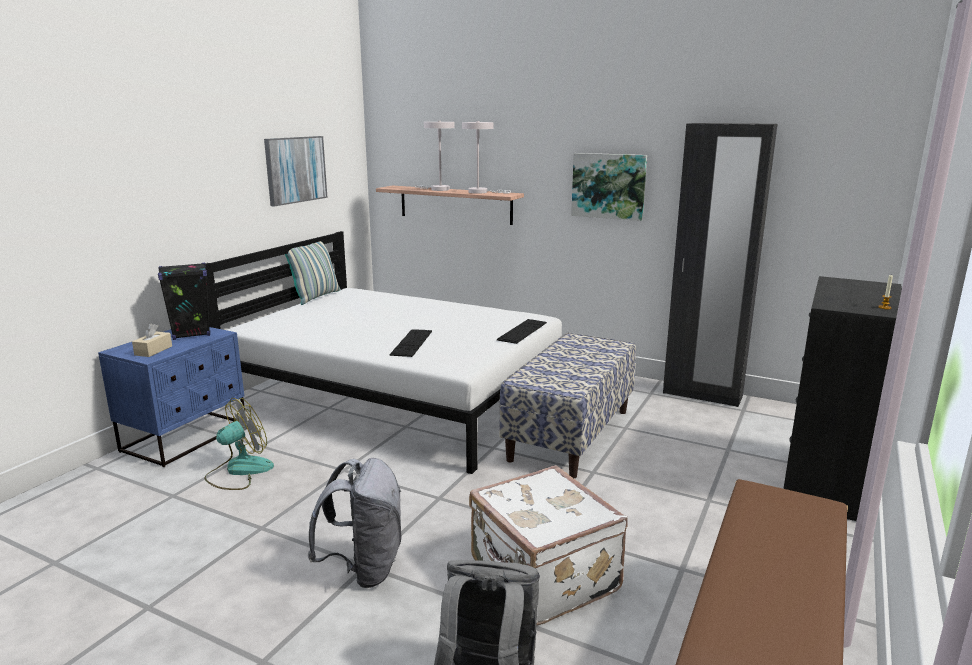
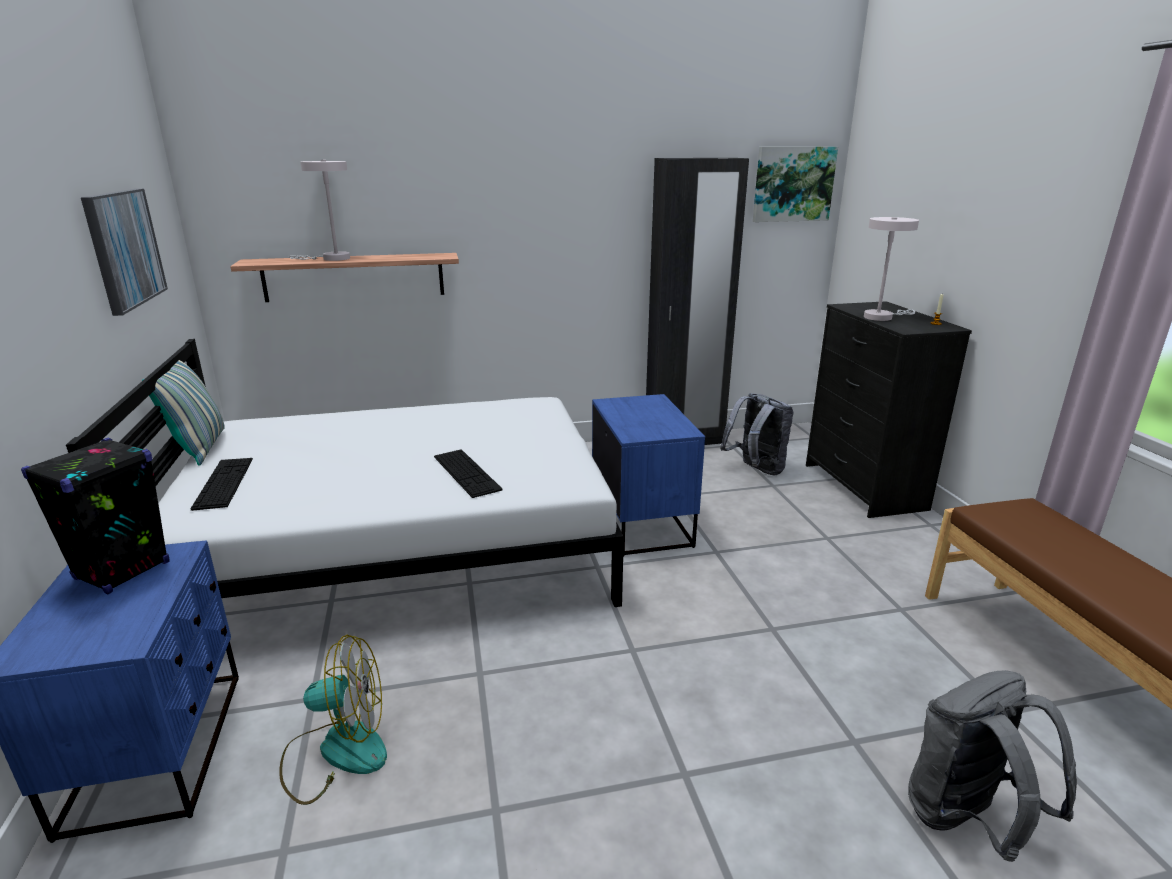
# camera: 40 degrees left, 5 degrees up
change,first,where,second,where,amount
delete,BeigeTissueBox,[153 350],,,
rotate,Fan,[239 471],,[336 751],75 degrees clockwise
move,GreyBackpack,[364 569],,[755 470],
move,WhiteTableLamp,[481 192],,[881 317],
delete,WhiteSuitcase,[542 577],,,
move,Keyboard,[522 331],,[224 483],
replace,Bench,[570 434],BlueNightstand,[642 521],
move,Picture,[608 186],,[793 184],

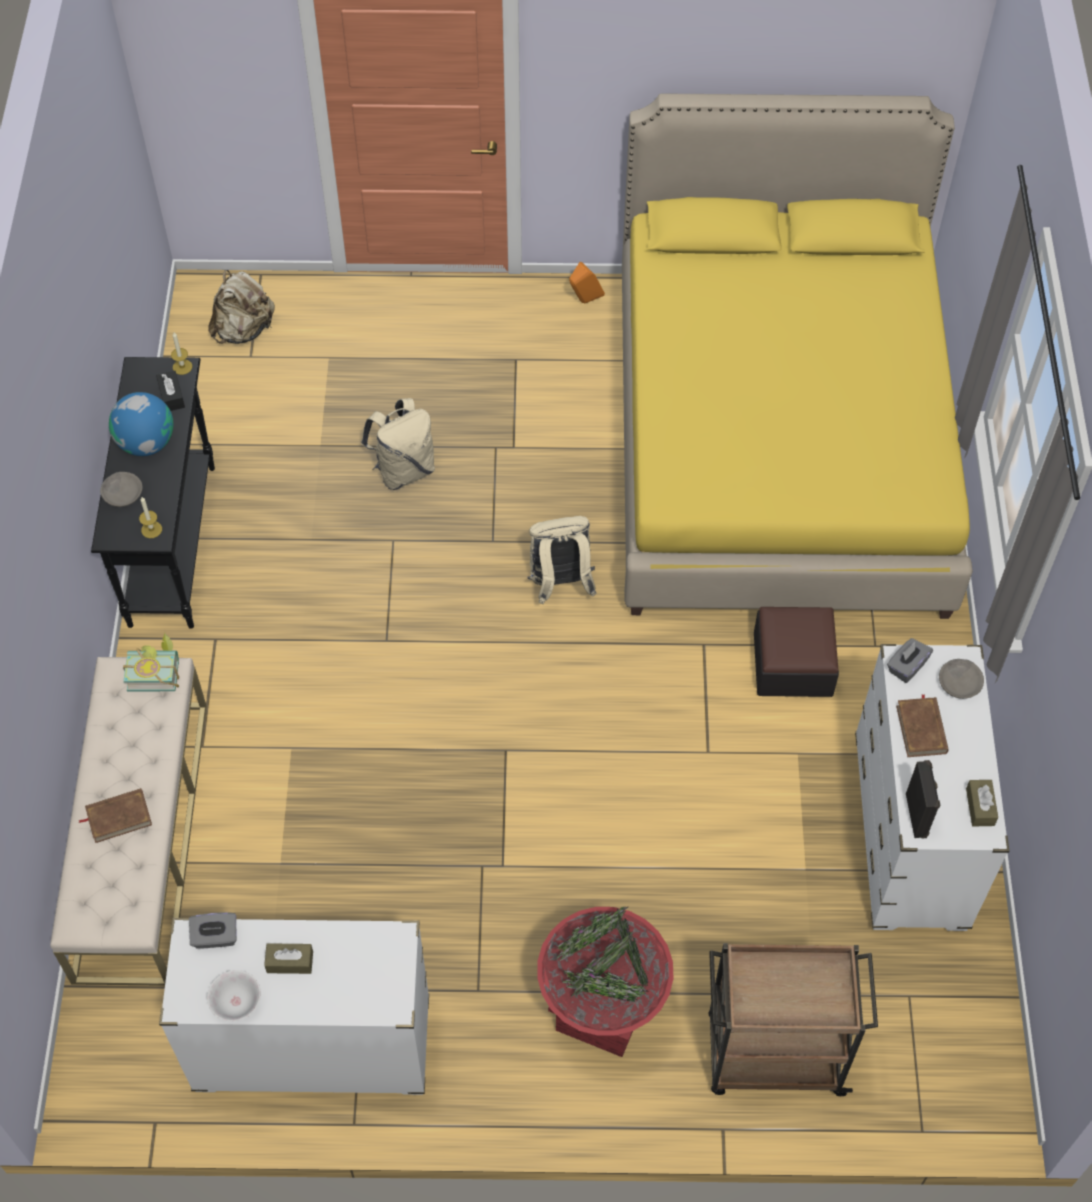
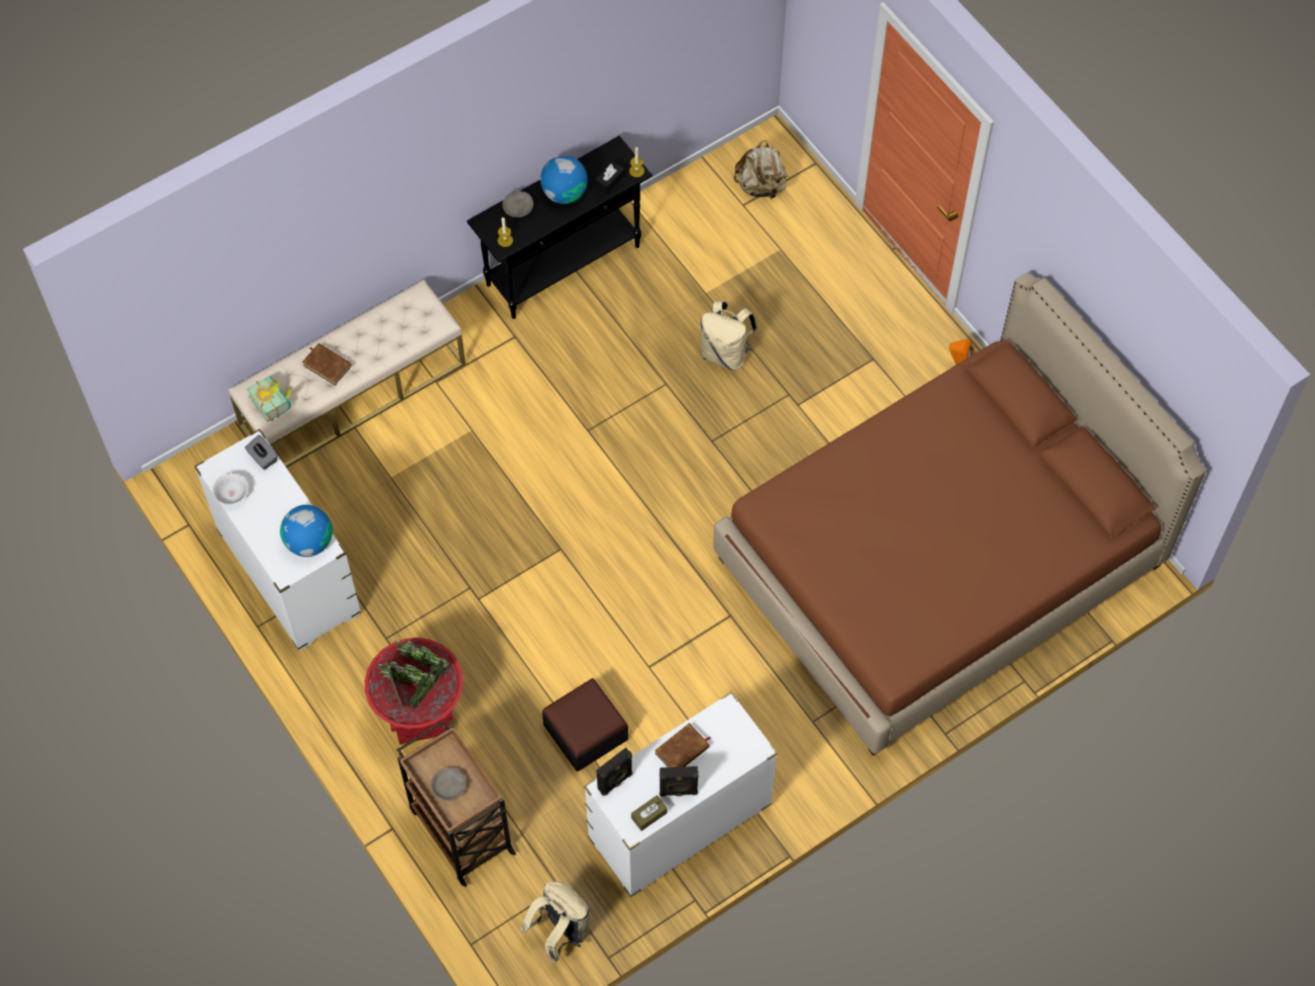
# camera: 55 degrees right, 5 degrees up
change,first,where,second,where,amount
move,Book,[154 671],,[274 401],
delete,BrownTissueBox,[290 962],,,
move,BeigeBackpack,[560 584],,[560 931],
recolor,YellowBed,[777 440],BrownBed,[939 562],
move,Ottoman,[792 664],,[585 732],
delete,GreyTissueBox,[906 667],,,
move,GreyBowl,[959 682],,[449 786],
insert,,,Globe,[309 542],
insert,,,BlackSpeaker,[678 791],

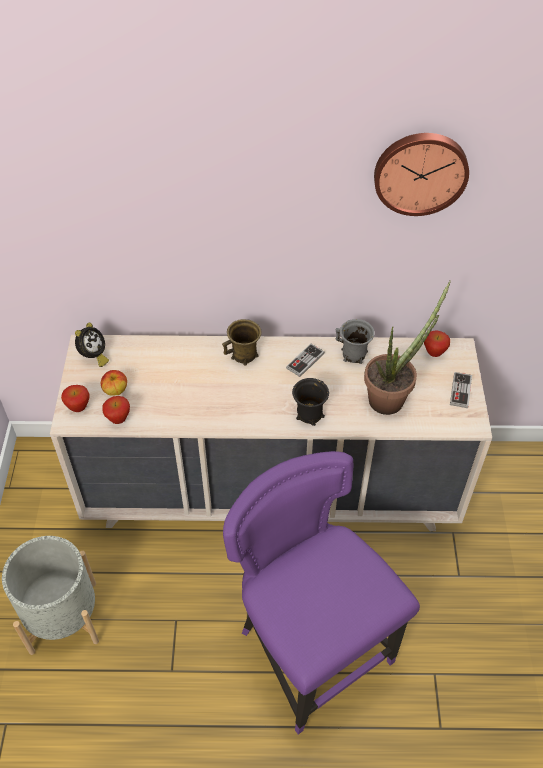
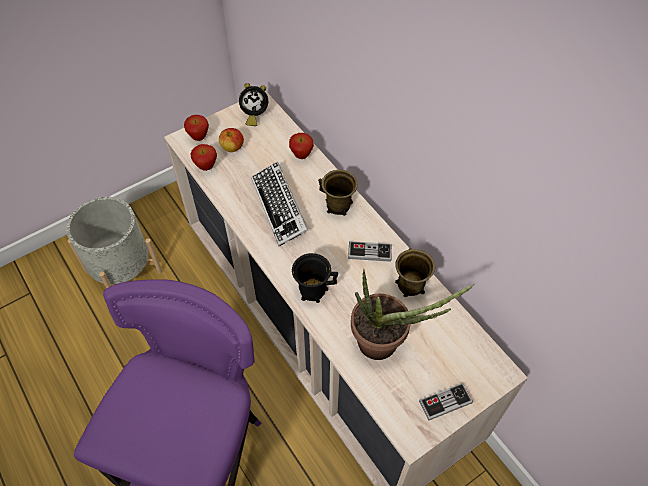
# camera: 55 degrees right, 5 degrees up
change,first,where,second,where,amount
recolor,GreyMug,[353 355],BrownMug,[410 285],
delete,WallClock,[420 172],,,
move,Apple,[434 353],,[301 155],
insert,,,Keyboard,[279 207],

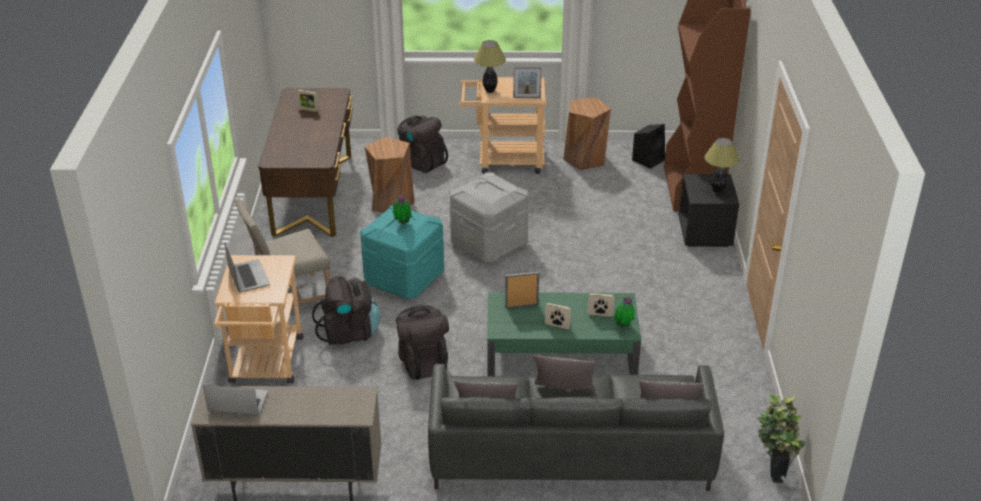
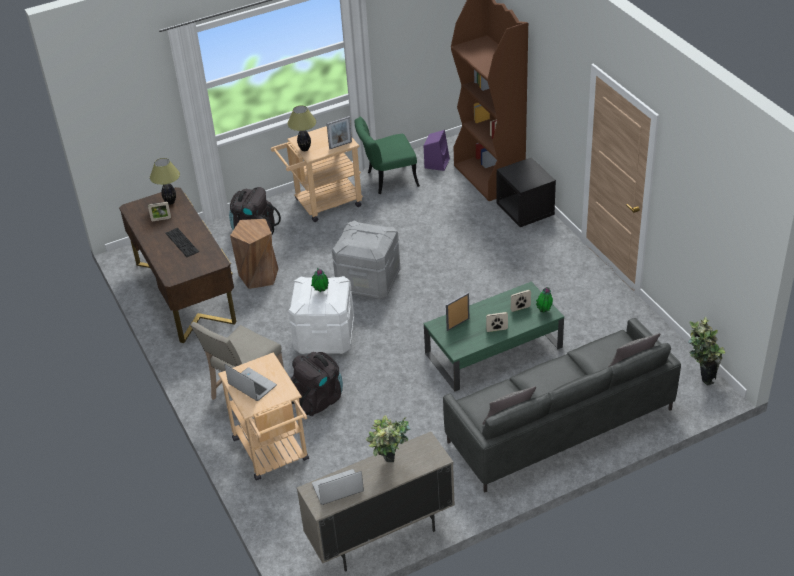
# camera: 25 degrees left, 5 degrees up
change,first,where,second,where,amount
recolor,TurquoiseStorageBox,[404 278],WhiteStorageBox,[324 337],
delete,BlackBackpack,[423 362],,,
delete,Pillow,[563 393],,,
replace,BrownStool,[585 159],GreenChair,[387 180],
recolor,BlackSpeaker,[648 159],PurpleSpeaker,[437 163],
move,TableLamp,[717 190],,[170 202],
insert,,,Keyboard,[182 242],
insert,,,PottedPlant,[390 469],

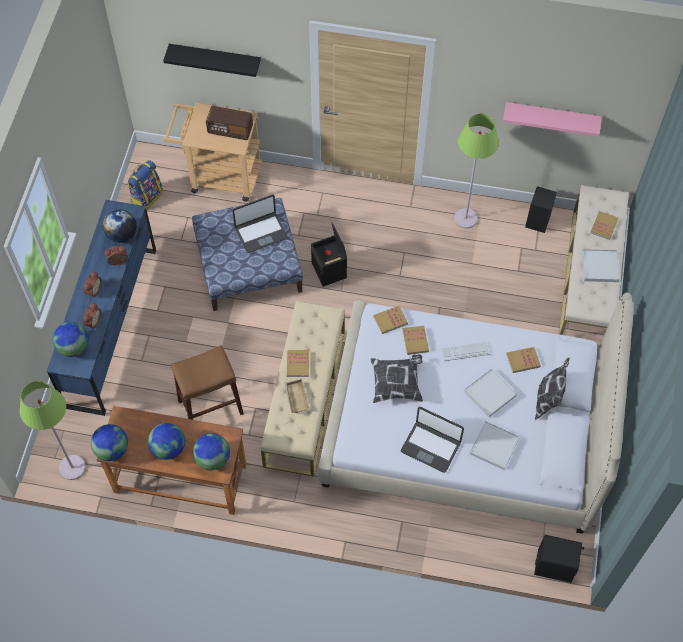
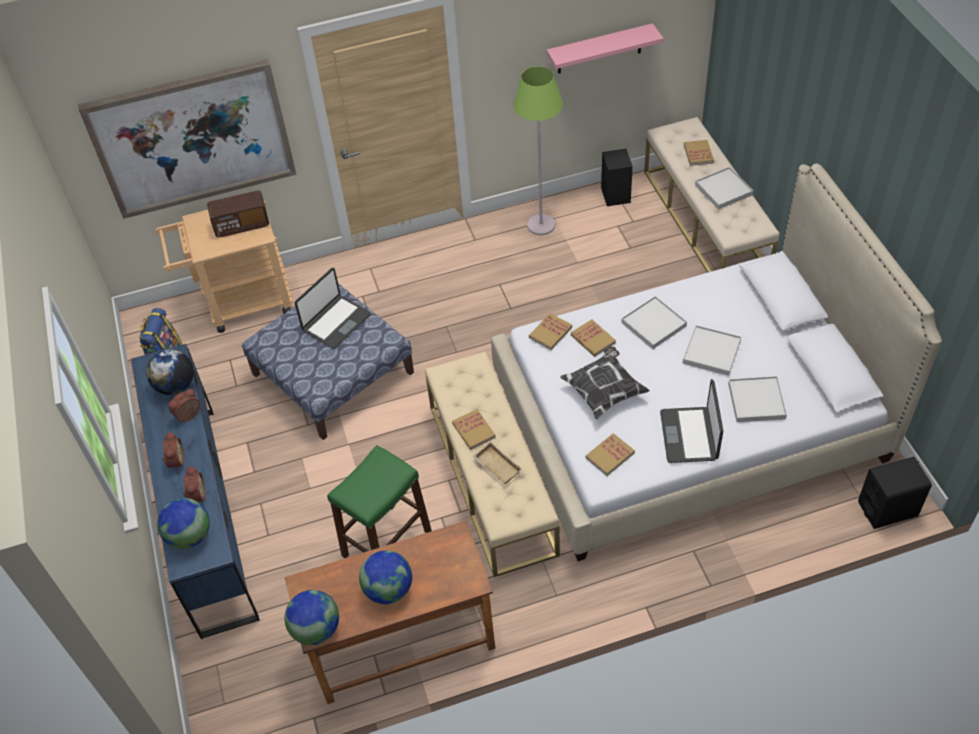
# camera: 25 degrees left, 10 degrees down
change,first,where,second,where,amount
delete,GreenFloorLamp,[72 467],,,
replace,BlackShelf,[215 59],Picture,[192 138],
recolor,BrownStool,[210 407],GreenStool,[387 543],
delete,Globe,[213 458],,,
delete,BlackStorageBox,[329 271],,,
rotate,Laptop,[431 446],,[689 435],90 degrees clockwise
replace,Keyboard,[465 351],WhiteTray,[653 324],
move,Book,[523 360],,[610 455],
delete,Pillow,[548 399],,,

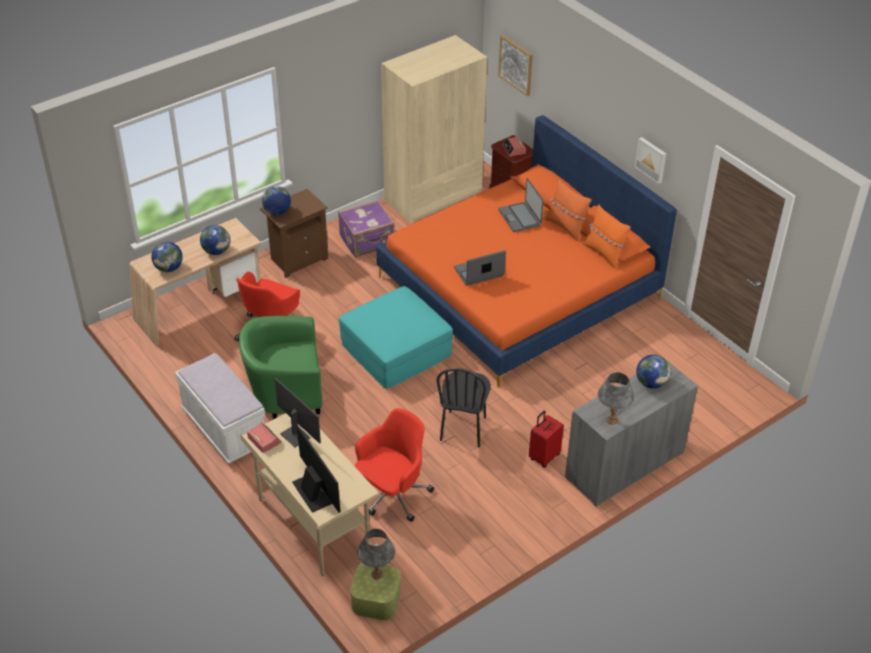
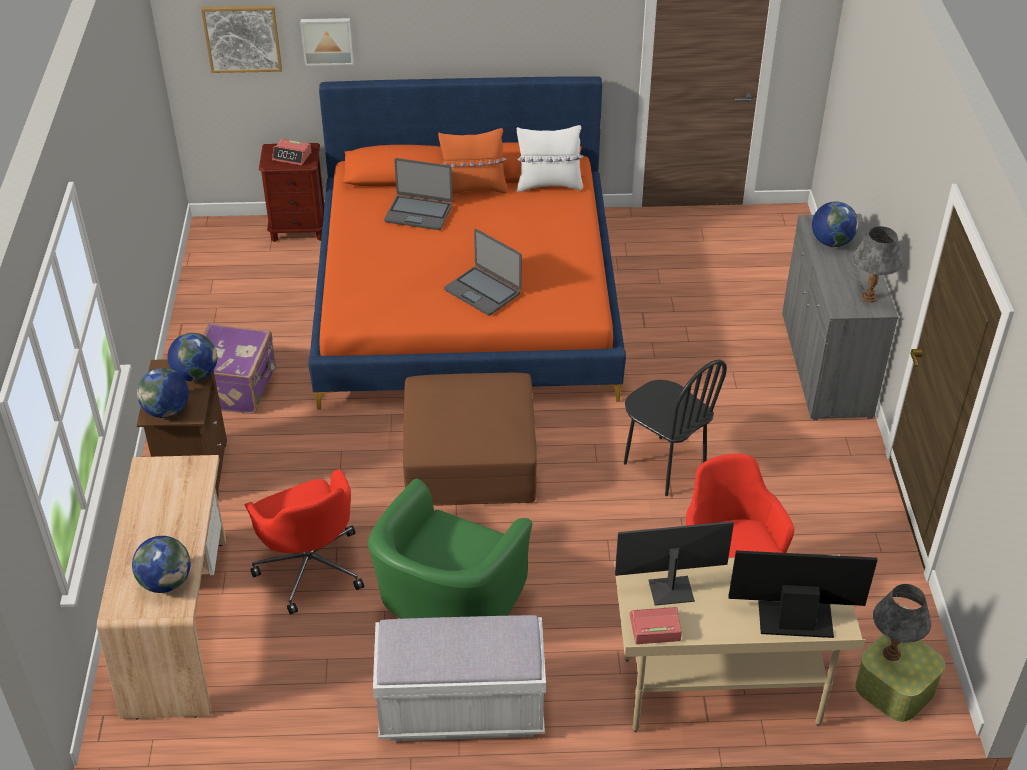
# camera: 55 degrees left, 0 degrees up
change,first,where,second,where,amount
move,Globe,[216 251],,[196 375],
recolor,TurquoiseOttoman,[396 349],BrownOttoman,[470 458],
delete,BeigeWardrobe,[433 196],,,
rotate,Laptop,[479 272],,[483 291],60 degrees counterclockwise
delete,RedSuitcase,[543 457],,,
recolor,OrangePillow,[604 253],WhitePillow,[549 185],
move,Picture,[651 159],,[327 40],

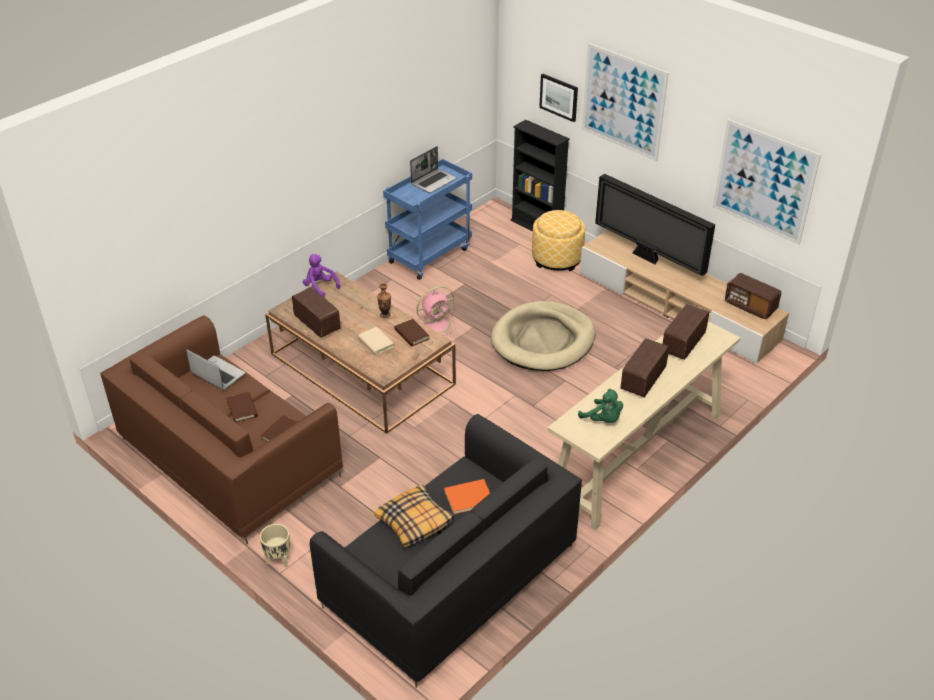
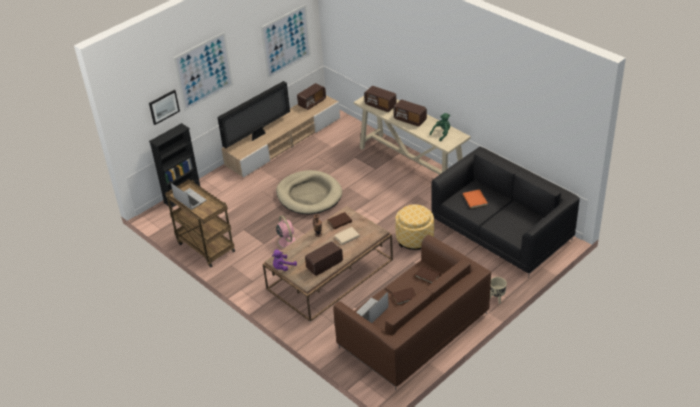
# camera: 85 degrees left, 0 degrees up
change,first,where,second,where,amount
delete,Pillow,[414 522],,,
recolor,BlueCart,[429 254],BrownCart,[204 247],
move,Ottoman,[557 258],,[415 239],

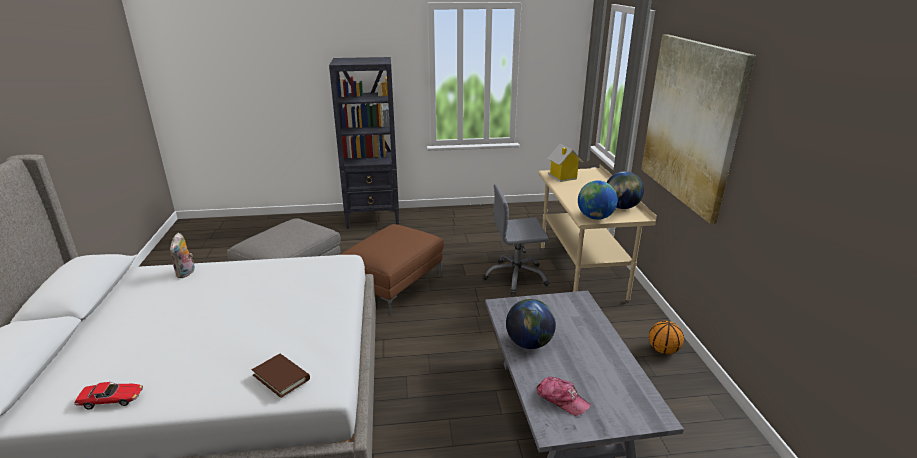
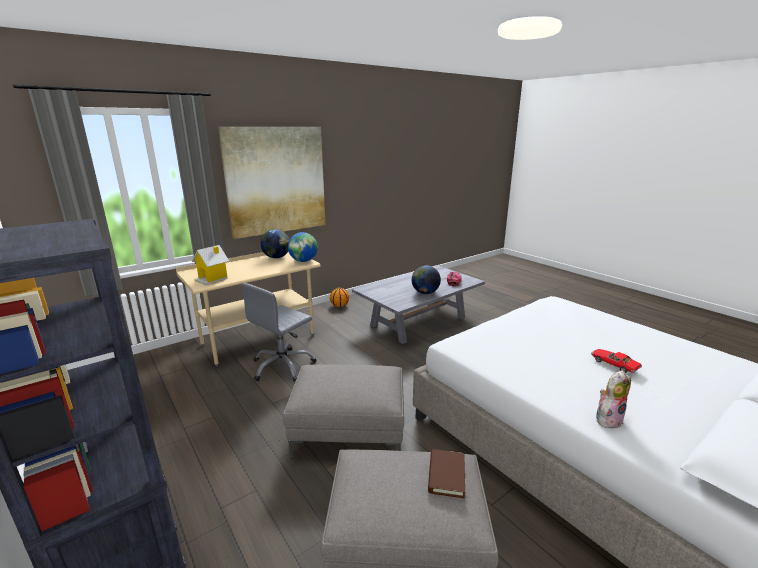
# camera: 120 degrees left, 5 degrees down
change,first,where,second,where,amount
move,ToyCar,[112 400],,[613 364],
move,BrownBook,[281 377],,[446 475],
recolor,BrownOttoman,[393 285],GreyOttoman,[347 433],
rotate,GreyOfficeChair,[516 277],,[283 366],75 degrees clockwise

